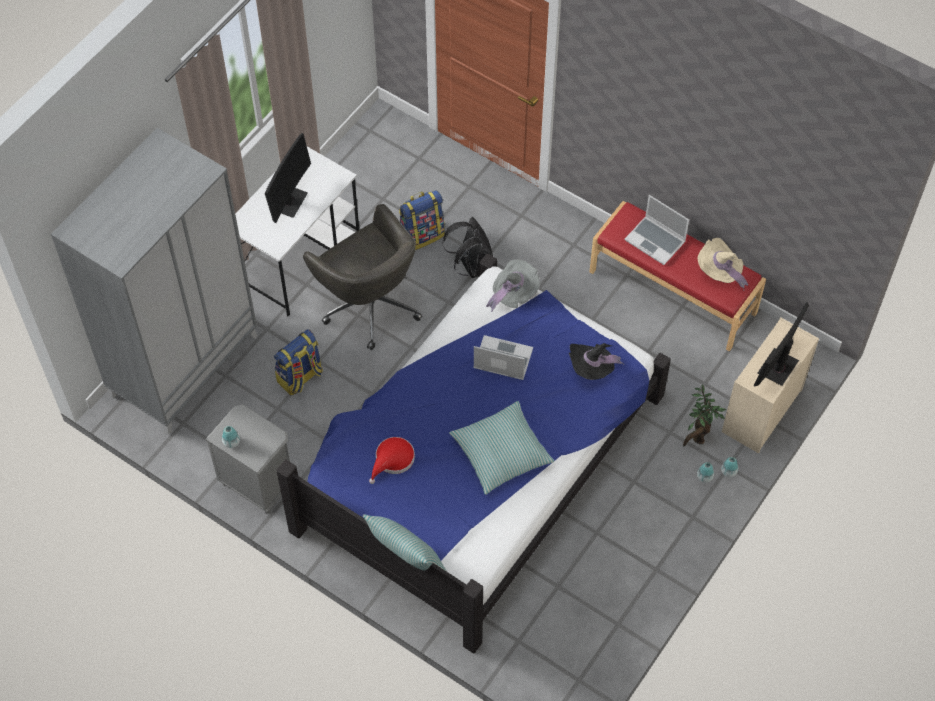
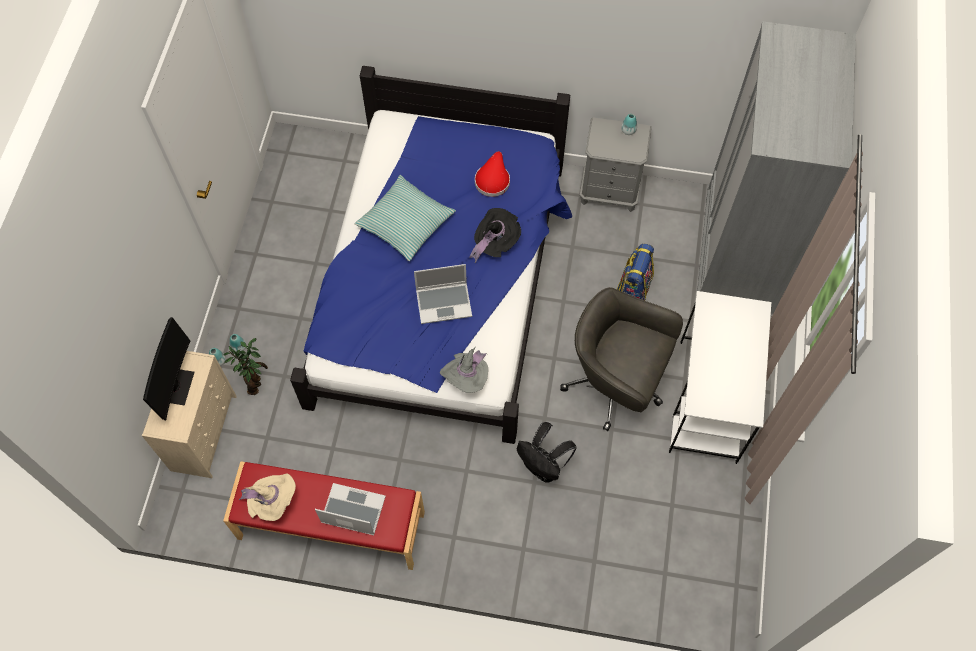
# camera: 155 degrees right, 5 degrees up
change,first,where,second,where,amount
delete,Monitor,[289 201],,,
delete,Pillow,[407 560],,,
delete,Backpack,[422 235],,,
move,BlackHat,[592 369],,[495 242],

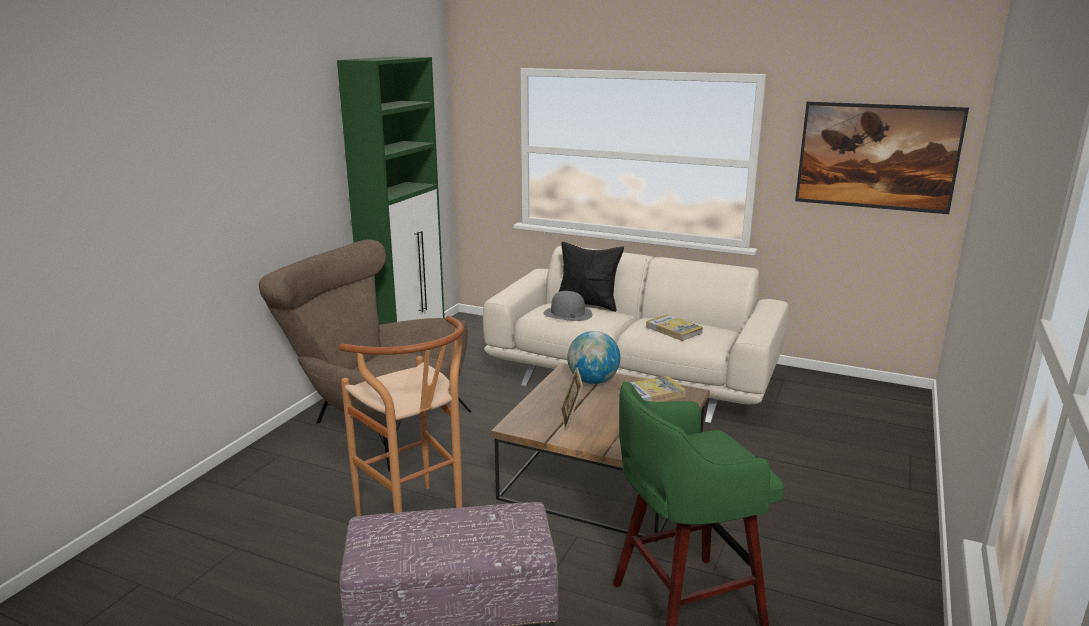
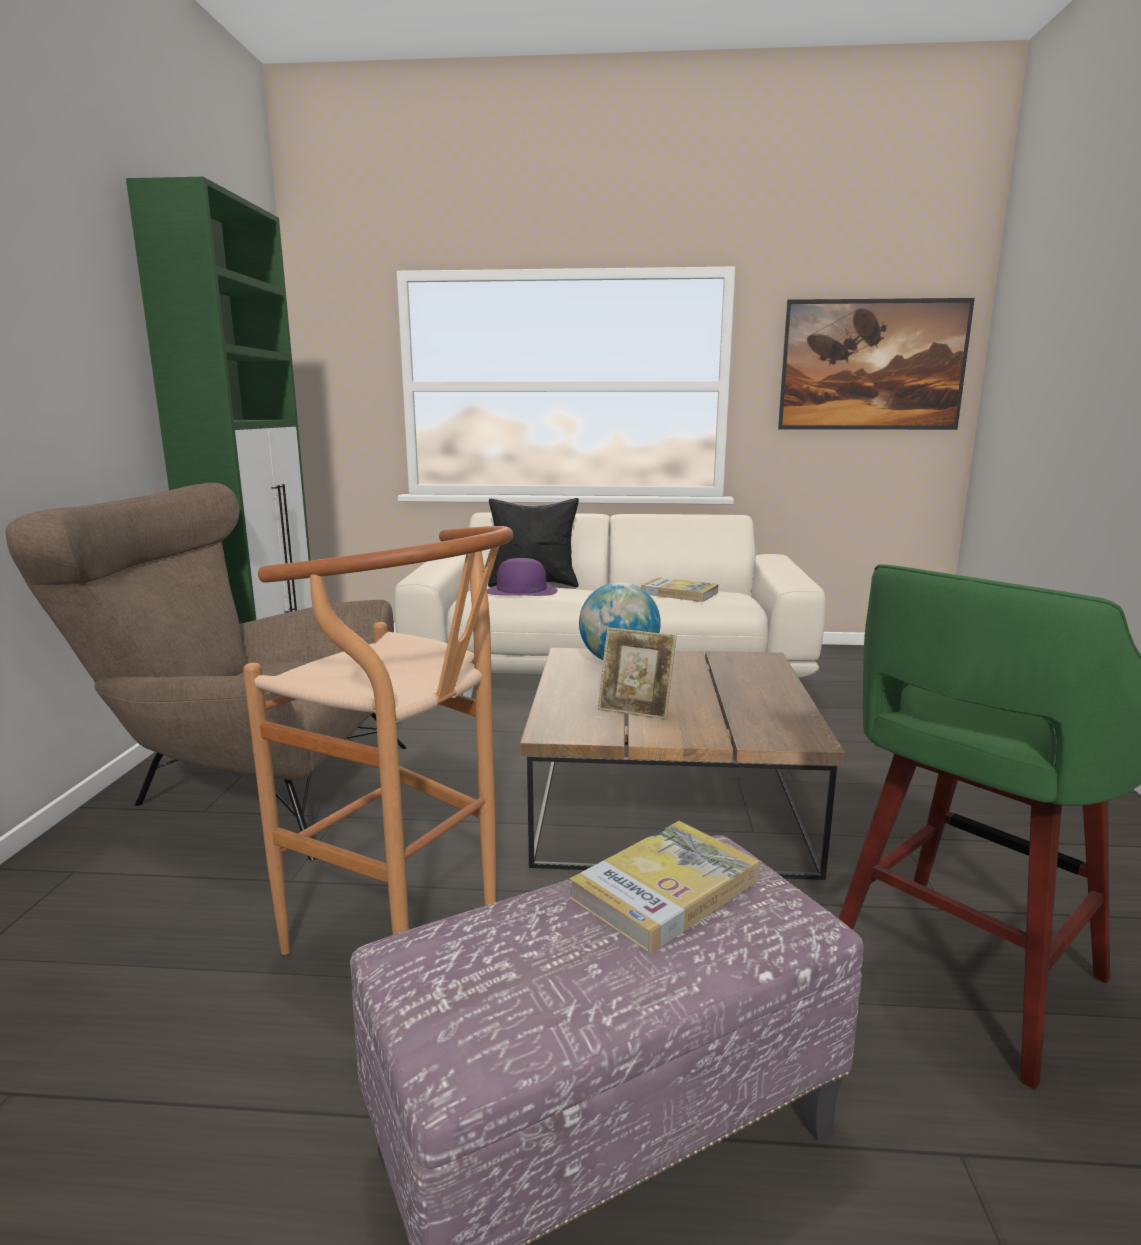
# camera: 20 degrees left, 5 degrees down
change,first,where,second,where,amount
recolor,GreyHat,[567 313],PurpleHat,[521 591],
rotate,PictureFrame,[571 420],,[635 710],45 degrees counterclockwise
move,Book,[652 393],,[665 889],

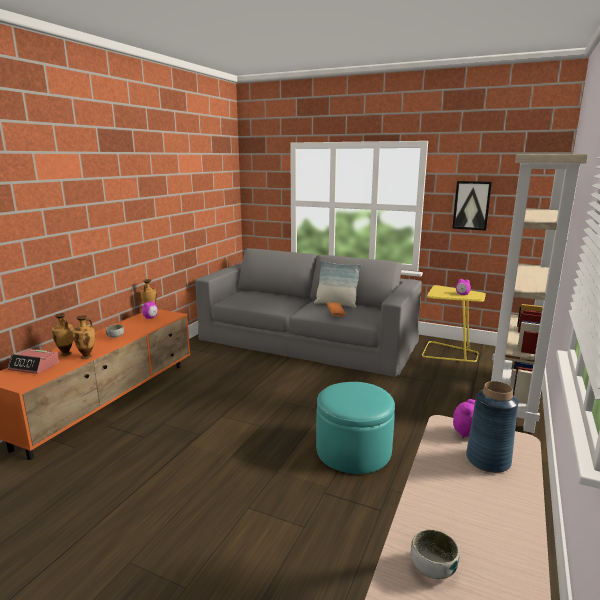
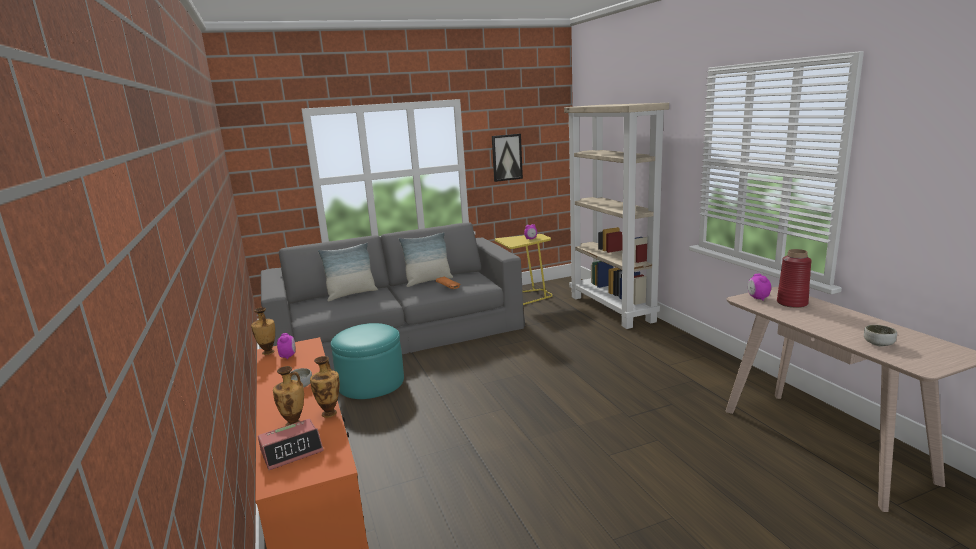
# camera: 45 degrees left, 0 degrees up
change,first,where,second,where,amount
move,TurquoiseOttoman,[353 450],,[371 383],
recolor,BlueVase,[488 460],RedVase,[792 303],
insert,,,Pillow,[351 294],

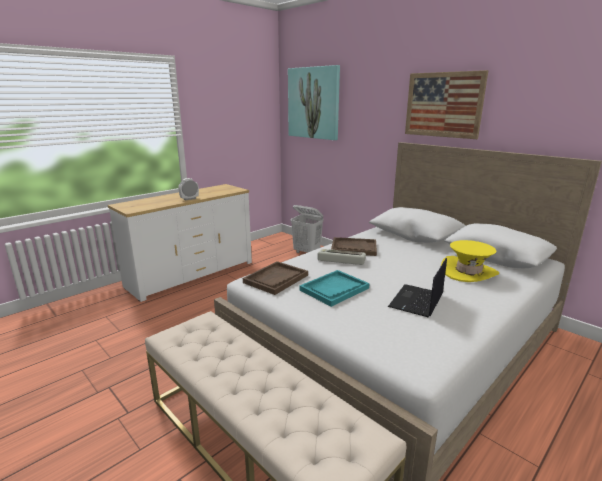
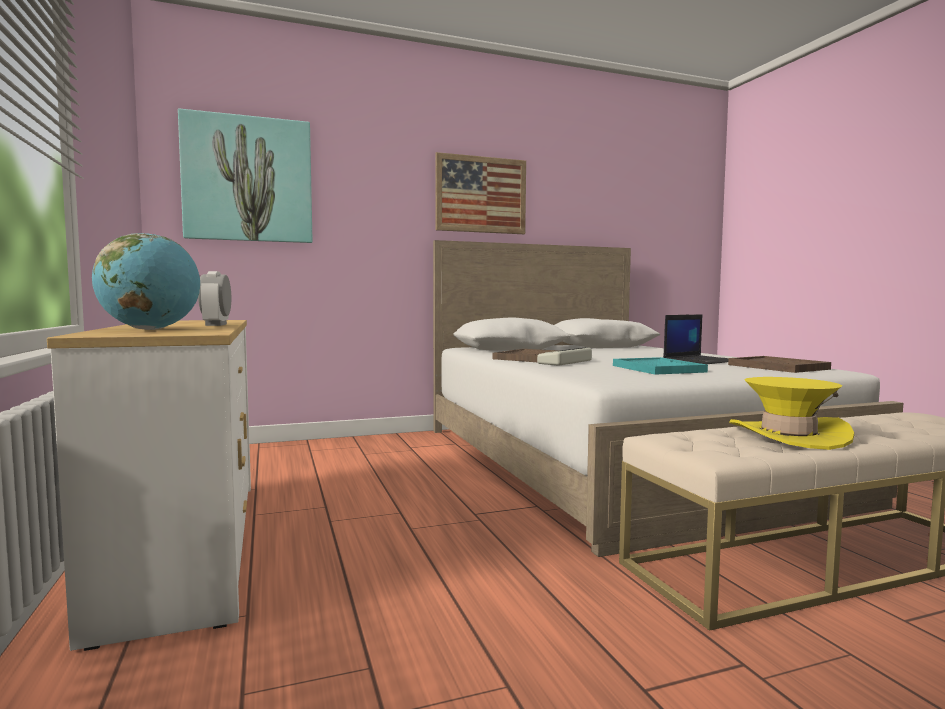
# camera: 65 degrees left, 15 degrees down
change,first,where,second,where,amount
move,BrownTray,[276 279],,[778 367],
delete,WhiteLaundryBasket,[307 252],,,
rotate,Laptop,[416 301],,[700 361],90 degrees counterclockwise
move,YellowHat,[468 272],,[788 435],
insert,,,Globe,[151 329],

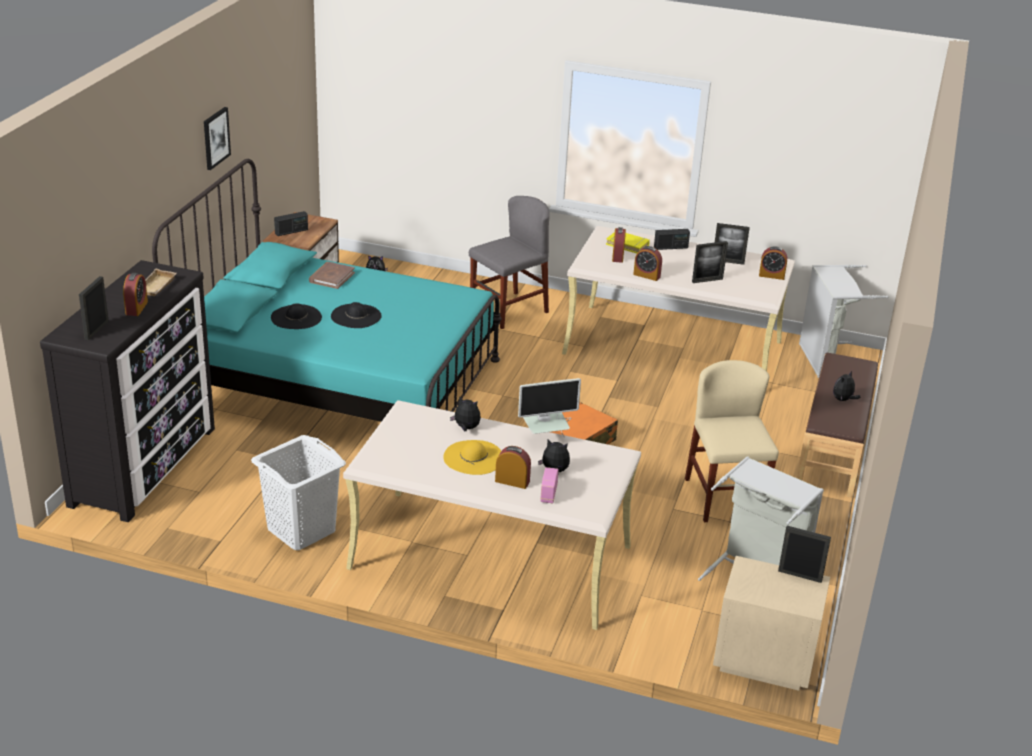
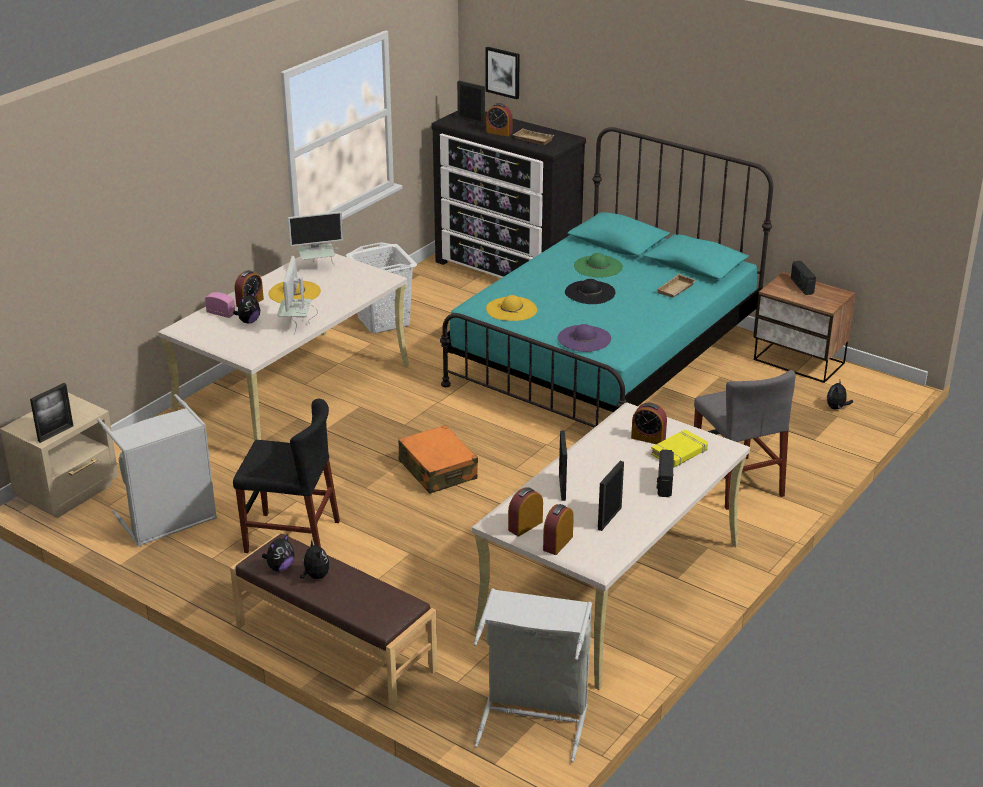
# camera: 110 degrees right, 0 degrees up
change,first,where,second,where,amount
move,Picture,[215 138],,[503 72],
recolor,BlackHat,[296 317],GreenHat,[598 266],
replace,BrownBook,[331 277],BeigeTray,[676 290],
move,PlushToy,[466 428],,[280 567],
move,AlarmClock,[646 275],,[525 526],
recolor,BeigeChair,[724 498],BlackChair,[292 536],
insert,,,Monitor,[317 268],
insert,,,YellowHat,[511 309],
insert,,,PurpleHat,[584 338],

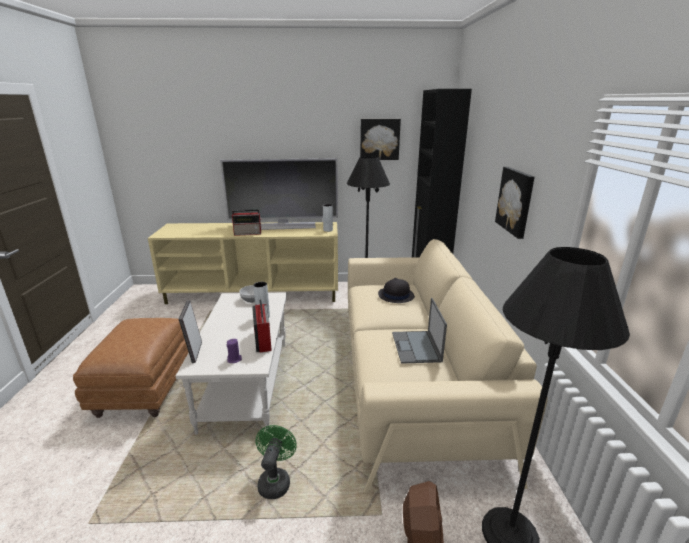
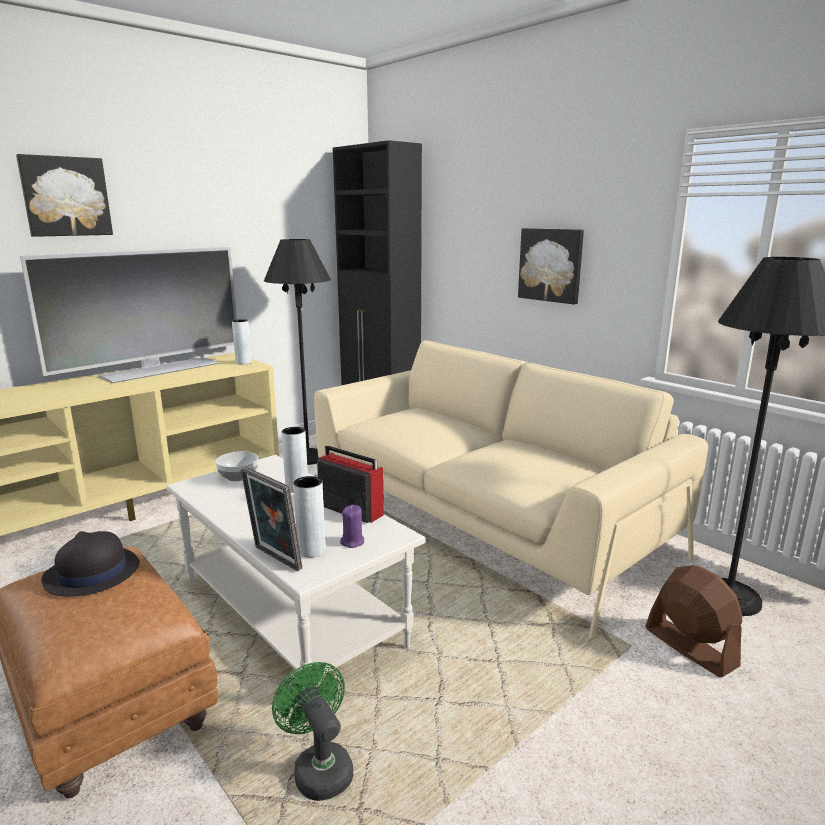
# camera: 40 degrees left, 5 degrees down
change,first,where,second,where,amount
delete,Radio,[248 233],,,
move,GreenFan,[275 480],,[319 768],
move,Picture,[379 139],,[65 196],
move,BlackHat,[395 295],,[91 573],
delete,Laptop,[416 347],,,
insert,,,GreyVase,[311 550],

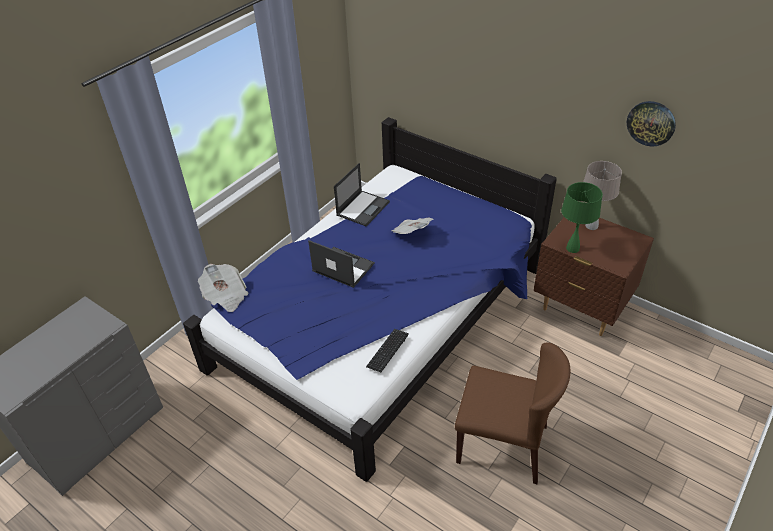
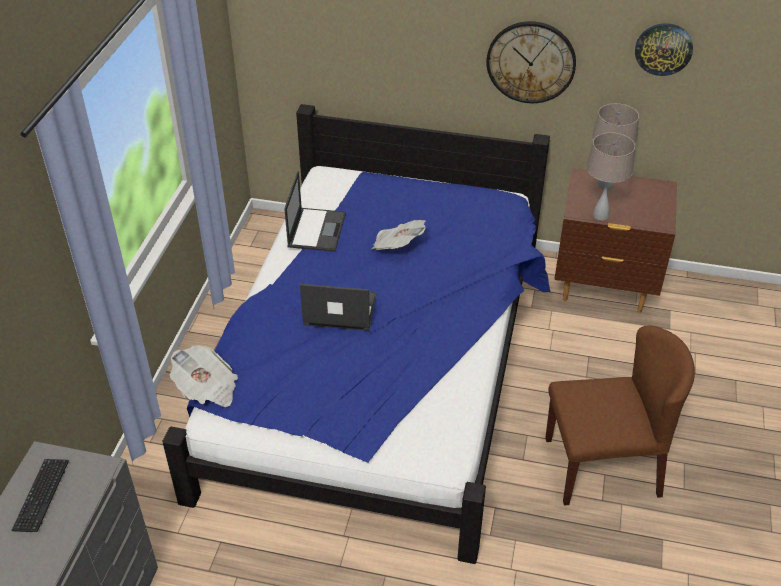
# camera: 25 degrees left, 0 degrees up
change,first,where,second,where,amount
move,Keyboard,[388 351],,[41 496],
recolor,GreenTableLamp,[572 248],BeigeTableLamp,[600 215],
insert,,,WallClock,[531 62],

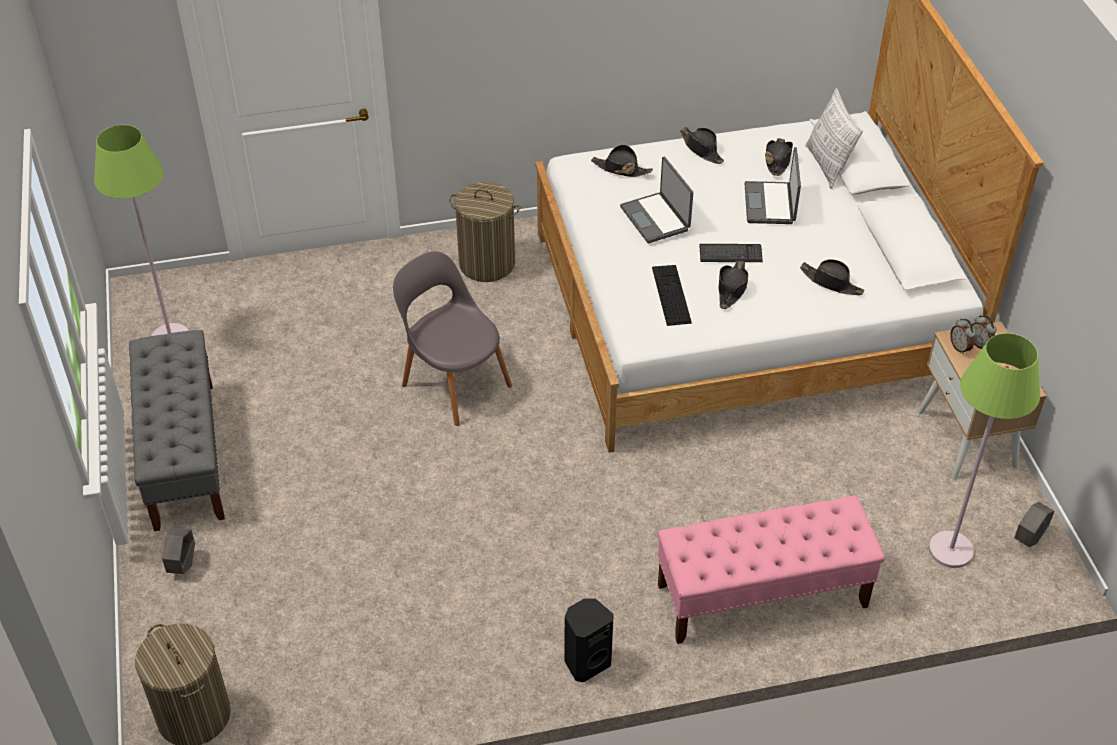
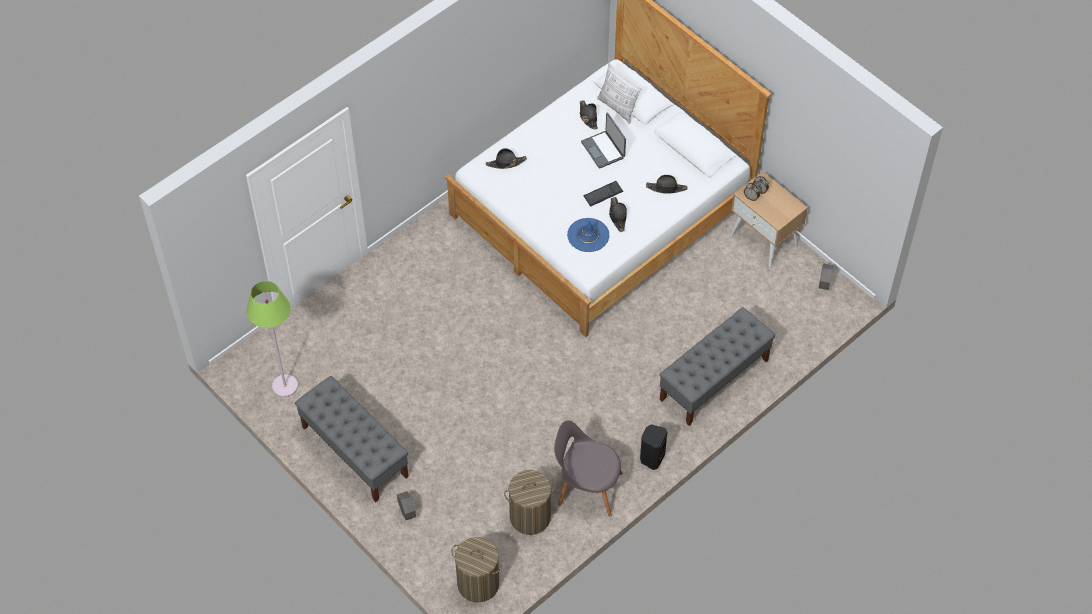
# camera: 30 degrees left, 10 degrees up
change,first,where,second,where,amount
move,GreyChair,[454 382],,[587 487],
move,LaundryBasket,[487 263],,[530 517],
delete,Laptop,[656 218],,,
replace,Keyboard,[671 295],BlueHat,[588 235],
recolor,PinkBench,[761 596],GreyBench,[714 380],
delete,BlackHat,[701 149],,,
delete,GreenFloorLamp,[950 550],,,

